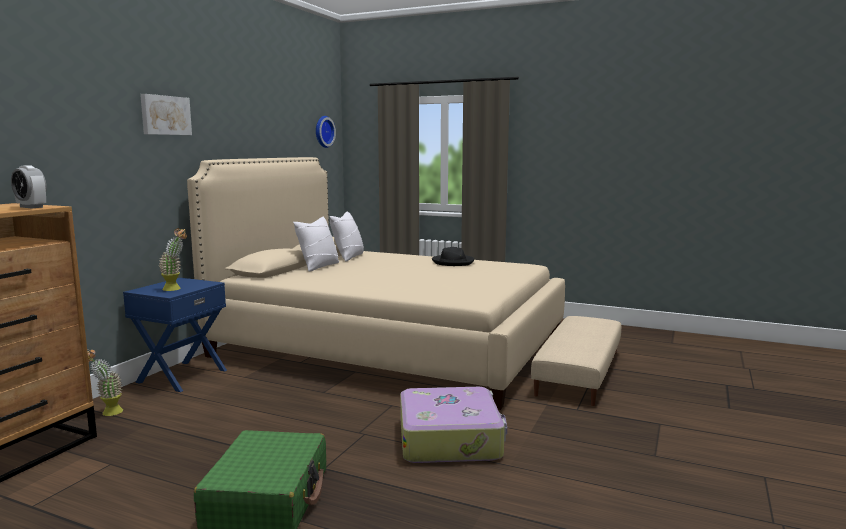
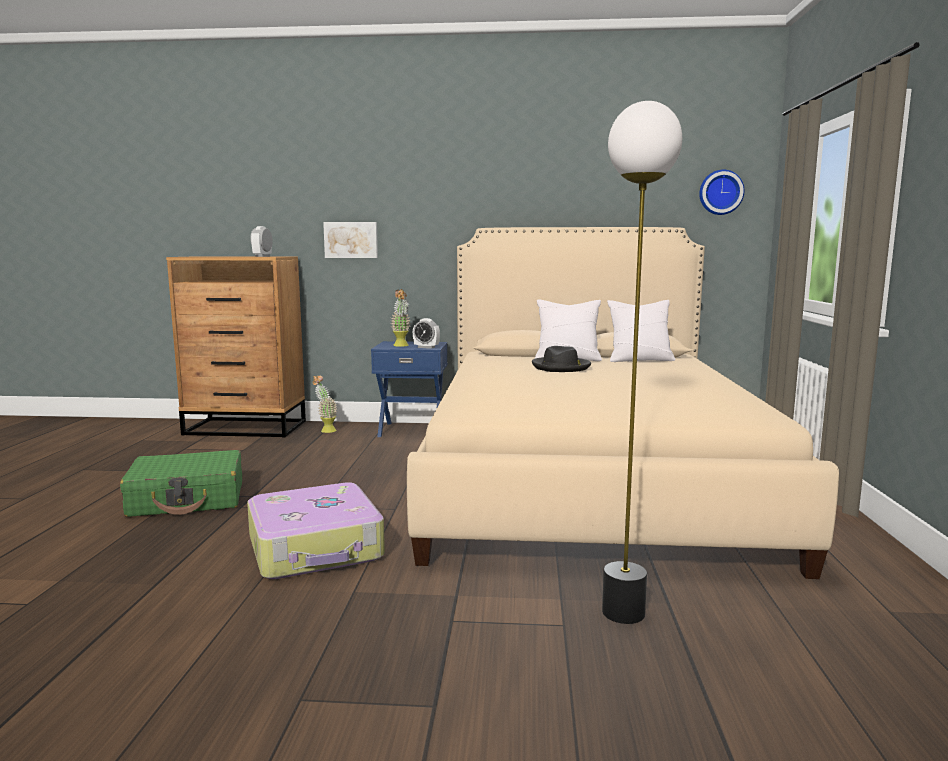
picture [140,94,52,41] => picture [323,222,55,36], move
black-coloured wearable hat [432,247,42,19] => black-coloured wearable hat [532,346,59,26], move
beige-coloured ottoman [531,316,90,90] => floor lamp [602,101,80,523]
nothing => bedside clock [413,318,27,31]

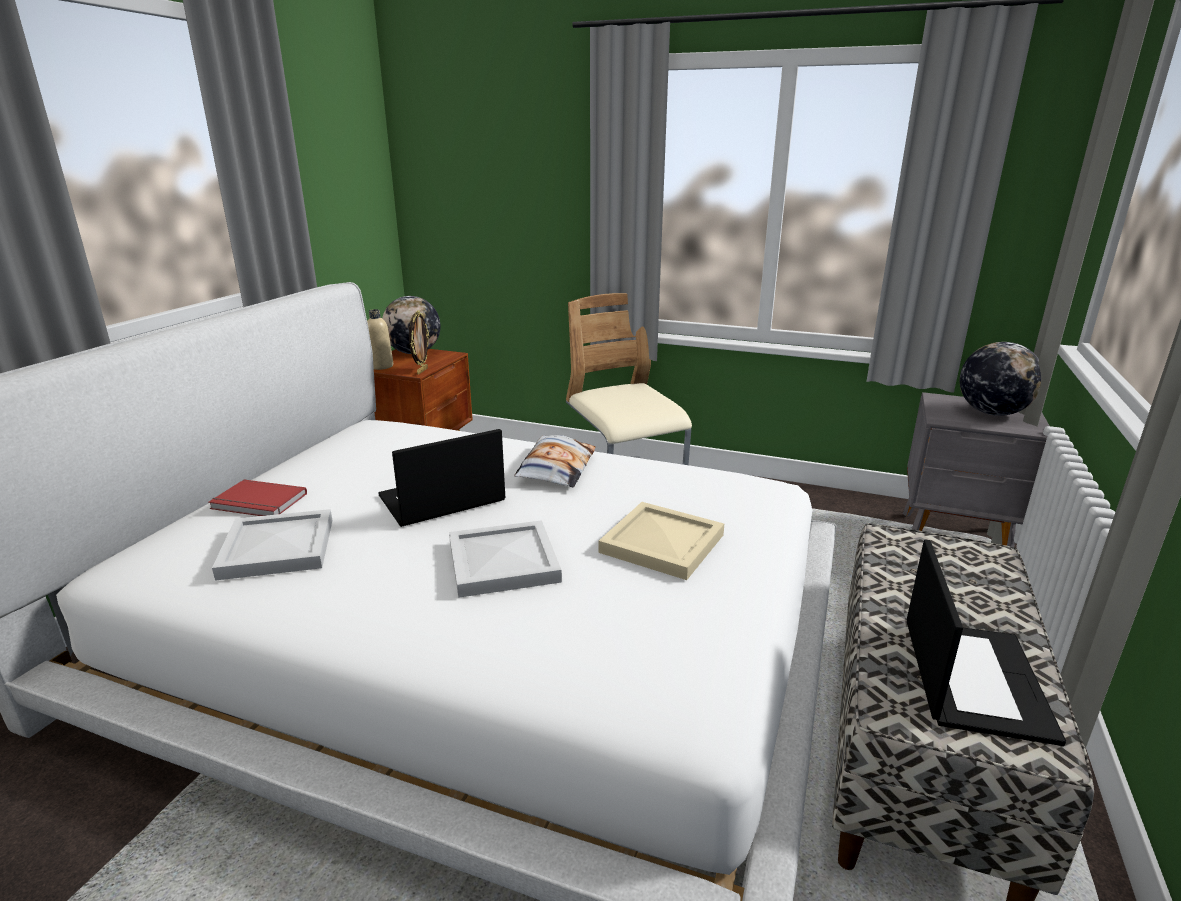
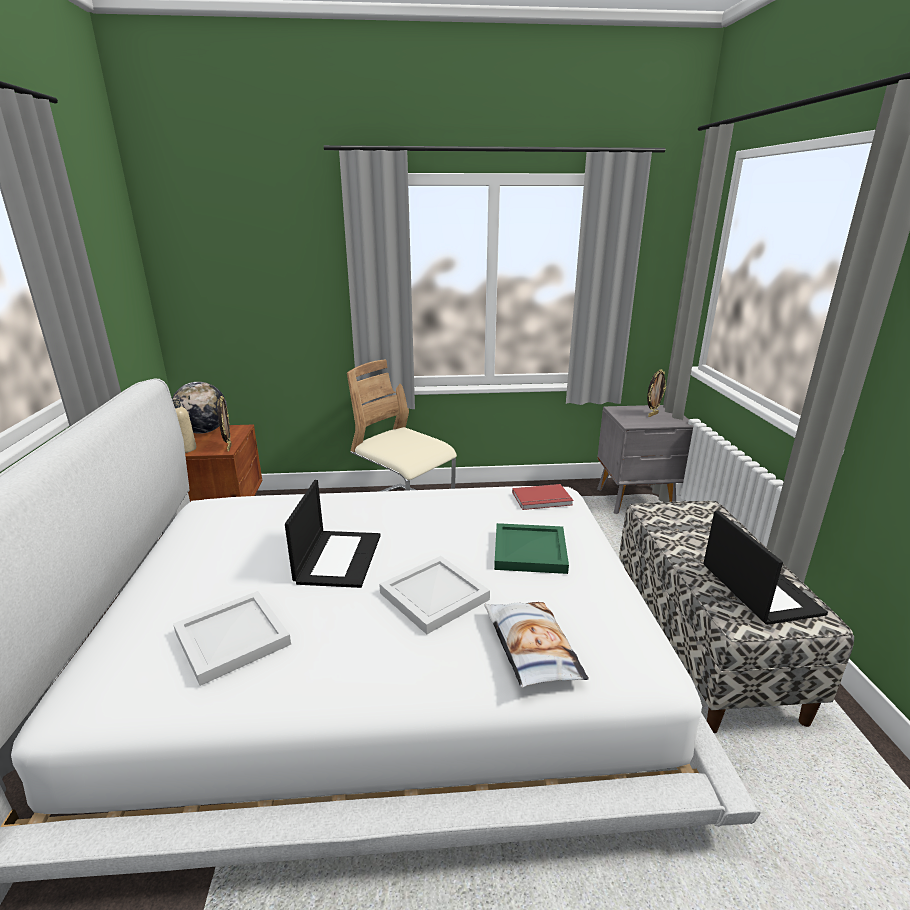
world globe [960,342,81,74] => picture frame [647,369,19,48]
laptop [378,429,127,98] => laptop [285,480,96,108], 150 degrees clockwise
pillow [514,435,82,52] => pillow [485,602,104,86], move
reddish volume [208,480,99,36] => reddish volume [512,484,62,26], move
beige-coloured tray [599,502,125,78] => green-coloured tray [494,523,75,51]

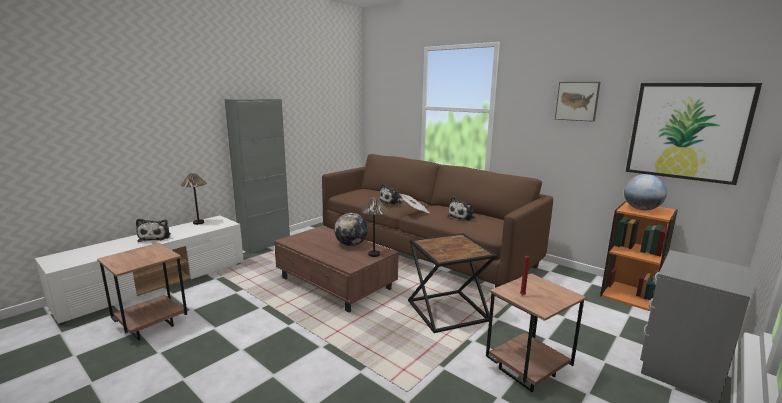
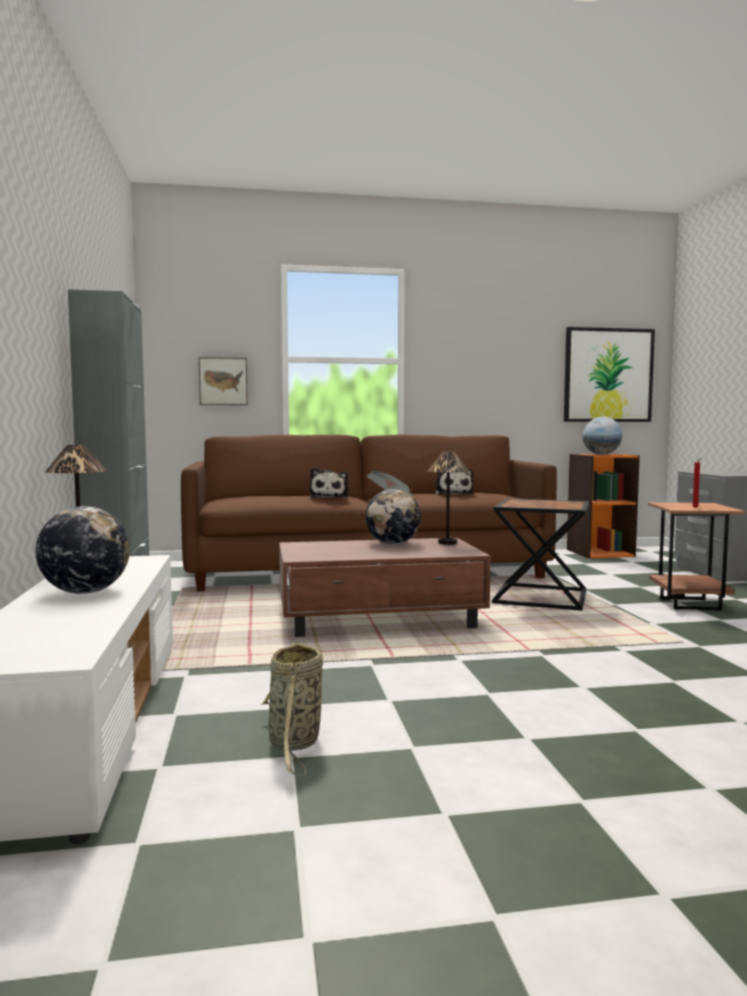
picture [555,82,46,40] => picture [199,357,49,48], move
plush toy [136,219,35,23] => world globe [36,506,94,88]
brown-coloured accent table [97,243,90,98] => storage basket [260,641,63,135]

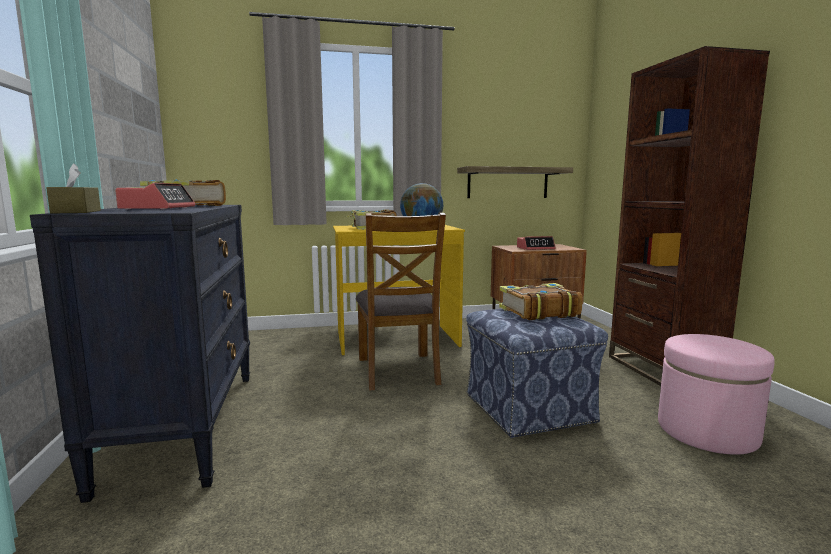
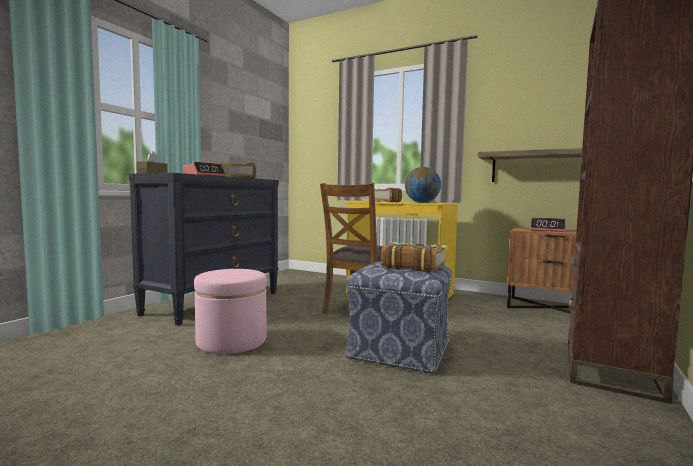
pink-coloured ottoman [658,334,117,121] => pink-coloured ottoman [194,269,73,85], move

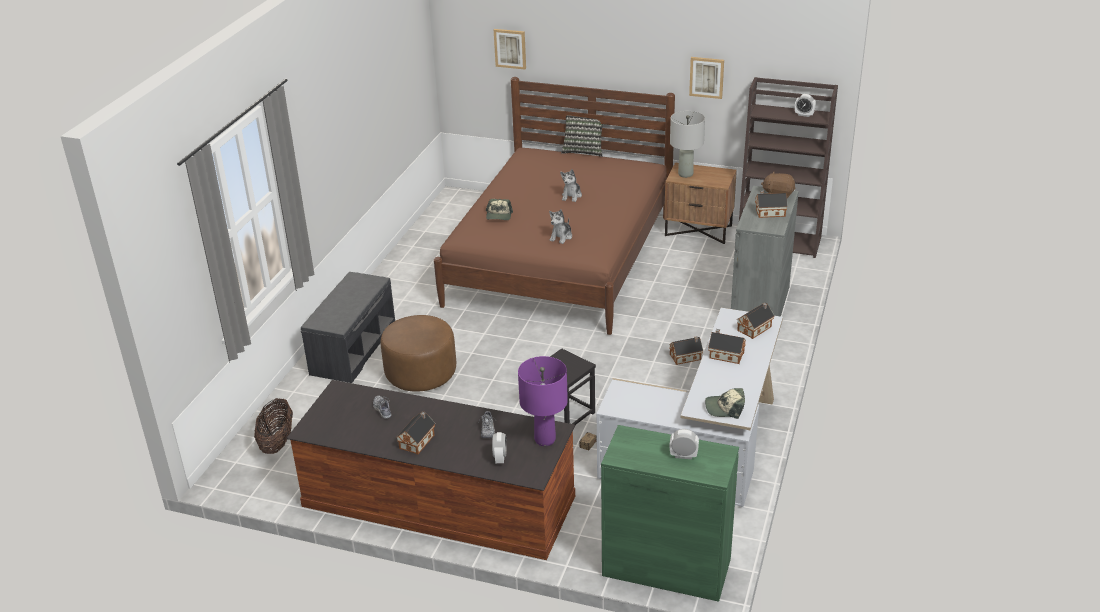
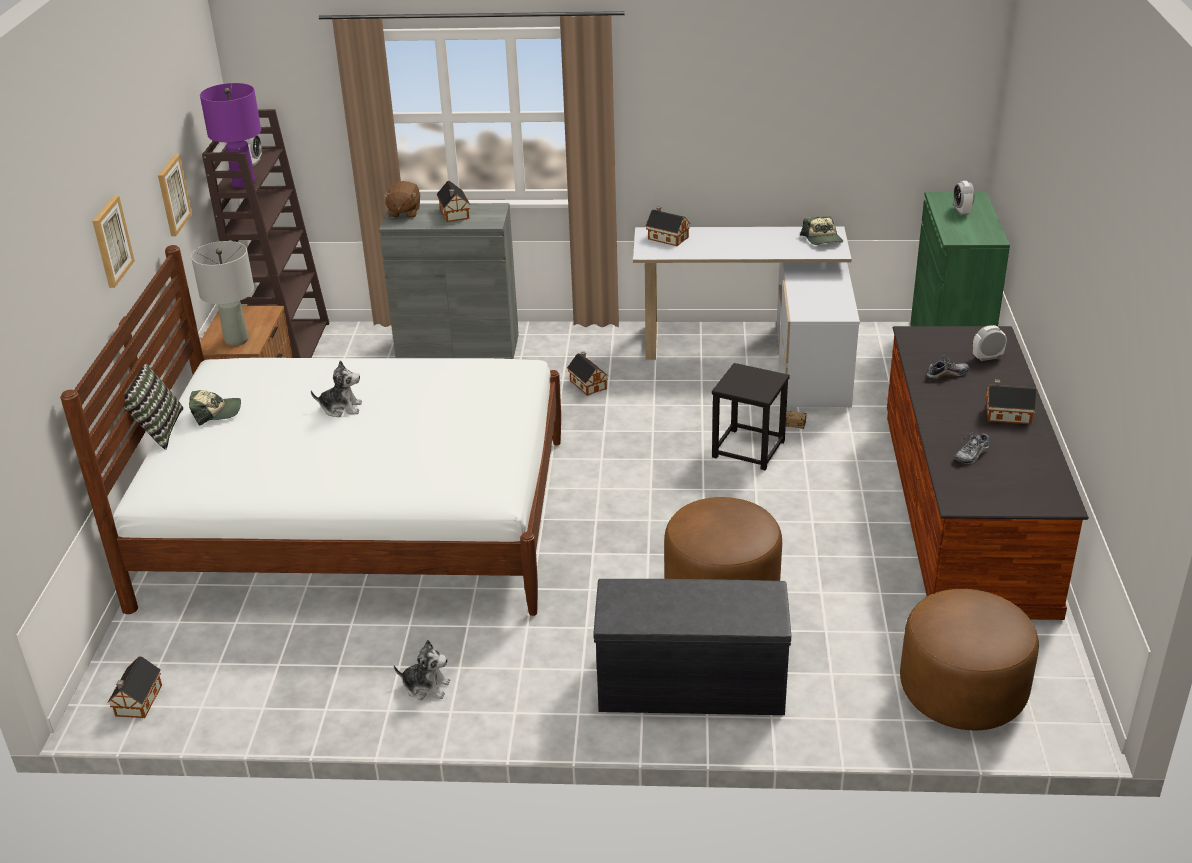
picture [494,29,32,40] => picture [93,196,42,92], move
brown-coloured bedroom bed [434,77,241,258] => whitish bedroom bed [60,245,501,371]
cap [486,199,27,21] => cap [189,390,52,36], move
plush toy [549,209,23,35] => plush toy [394,640,56,60], move
model house [708,329,38,35] => model house [107,657,55,61], move
purple table lamp [518,356,50,90] => purple table lamp [200,83,61,105], move
storage basket [254,398,39,56] => brown-coloured ottoman [900,589,139,141]

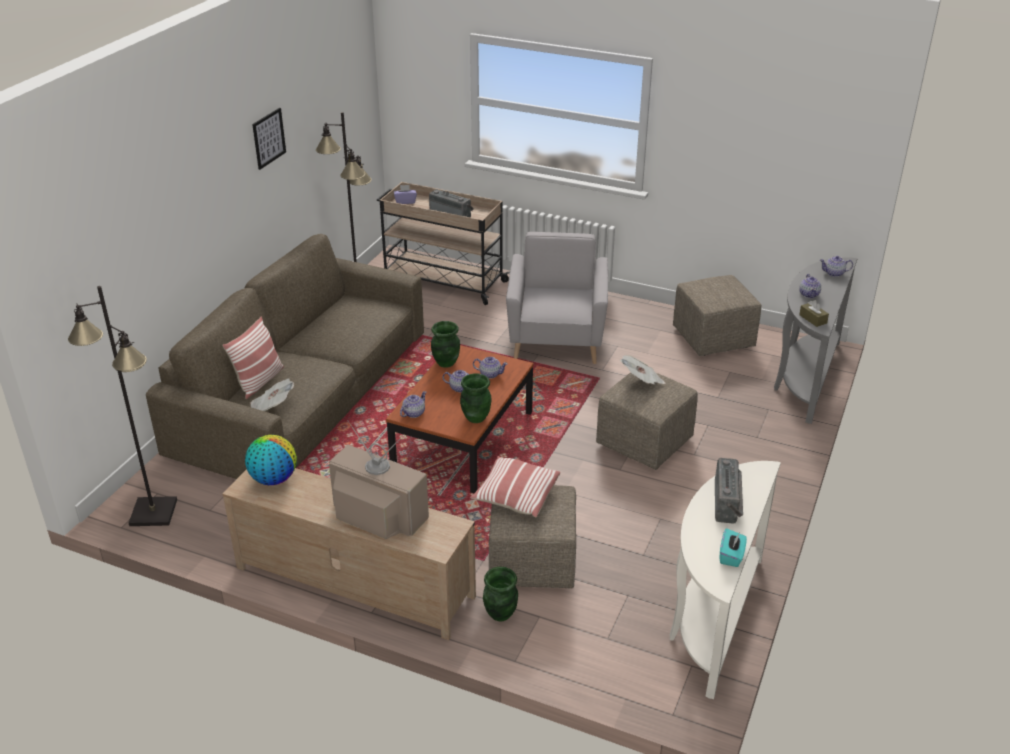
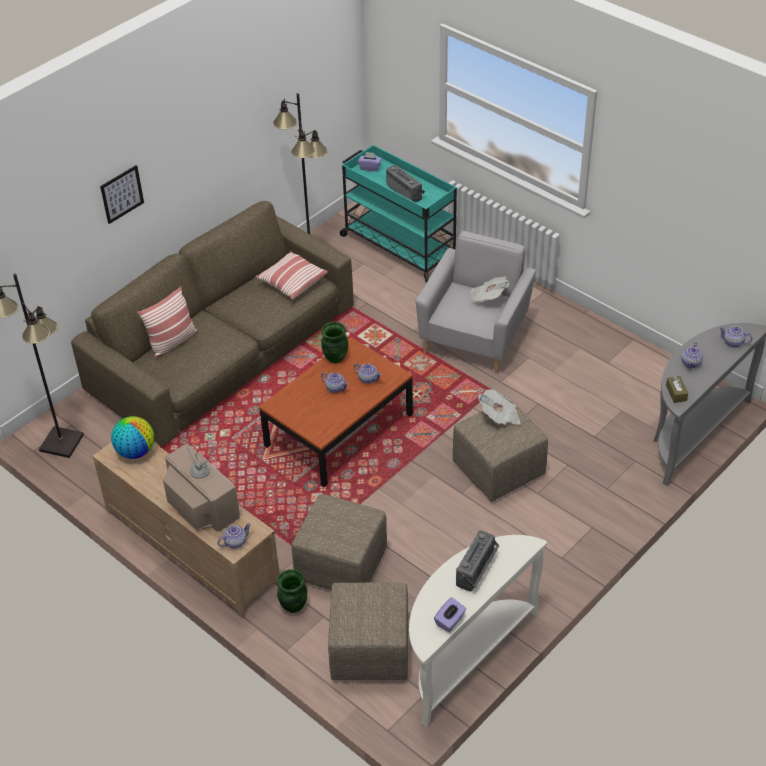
picture [252,108,34,62] => picture [100,165,44,59], move
beige-coloured cart [377,182,133,123] => turquoise cart [340,145,117,138]
beige-coloured ottoman [673,275,88,81] => beige-coloured ottoman [328,582,80,98], move
green-coloured decorative vase [460,373,32,50] => nothing
printed paper [250,379,44,32] => printed paper [471,277,38,26], move
teapot [400,391,26,27] => teapot [217,523,34,25], move
pillow [470,456,90,62] => pillow [255,251,73,49], move
turquoise box of tissues [720,528,27,39] => purple box of tissues [434,597,32,35]

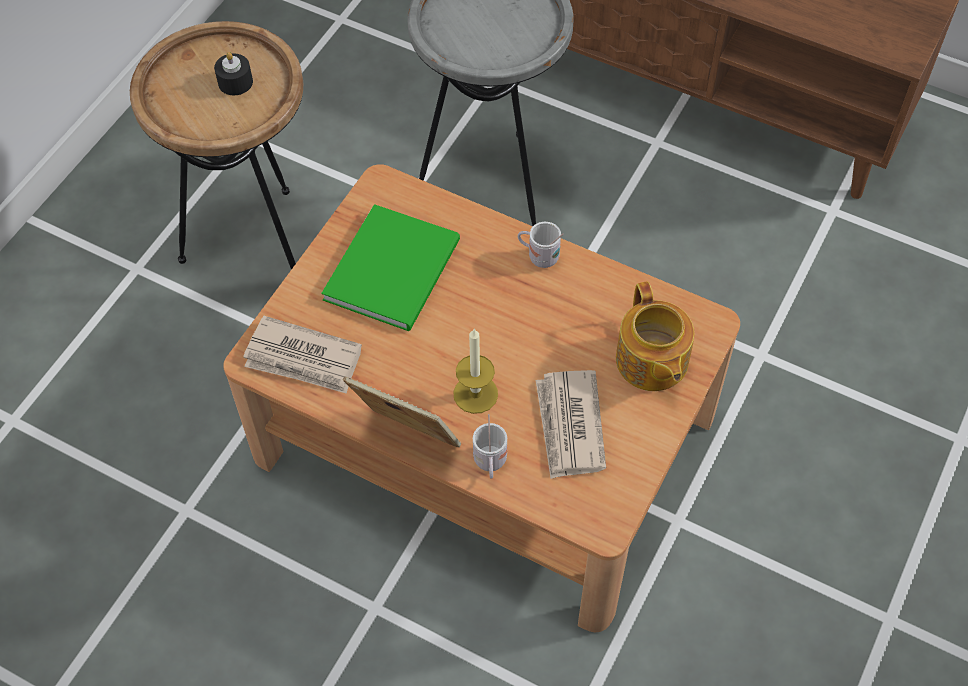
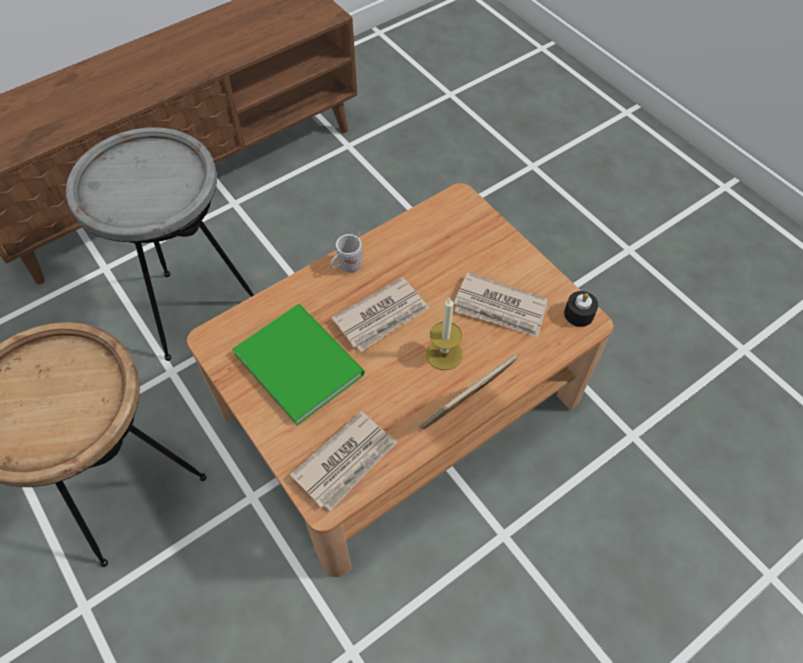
black-coloured wax candle [214,52,39,43] => black-coloured wax candle [564,291,34,36], move
teapot [616,281,78,110] => nothing
whitish coffee mug [473,414,34,65] => nothing
nothing => printed paper [331,277,98,75]

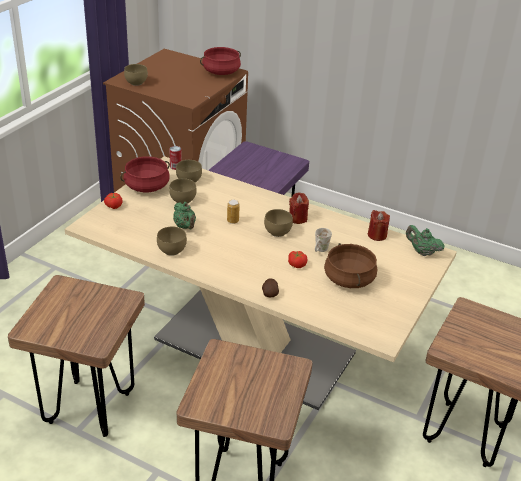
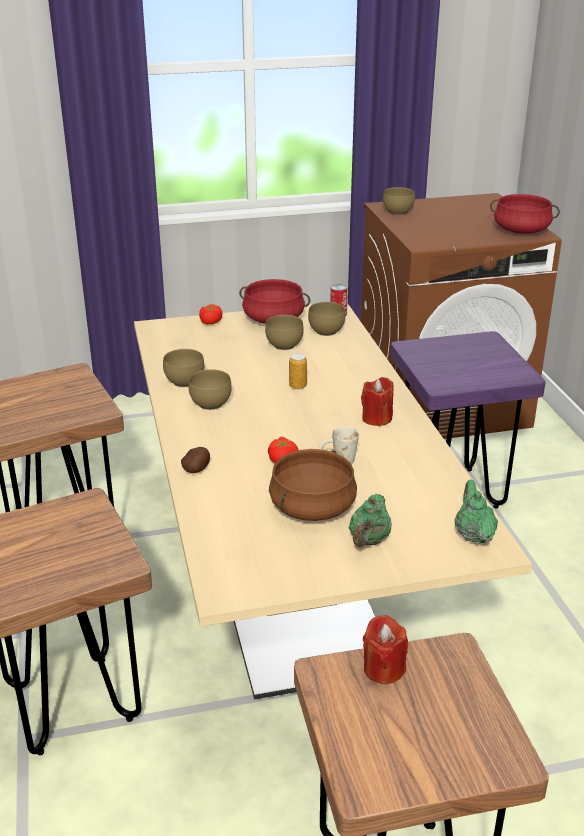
green-coloured teapot [173,202,23,27] => green-coloured teapot [349,494,42,53], move
brown-coloured deep dish [264,209,29,28] => brown-coloured deep dish [188,369,44,41], move
reddish wax candle [368,210,22,31] => reddish wax candle [363,615,45,69], move

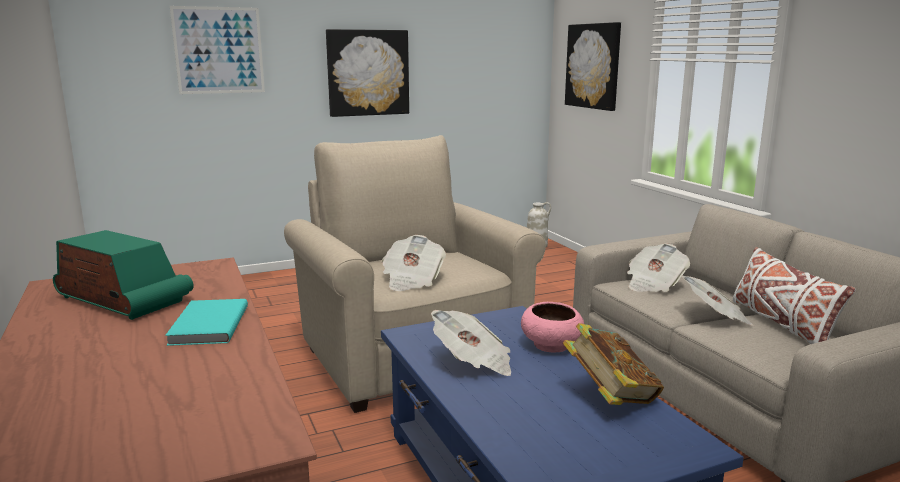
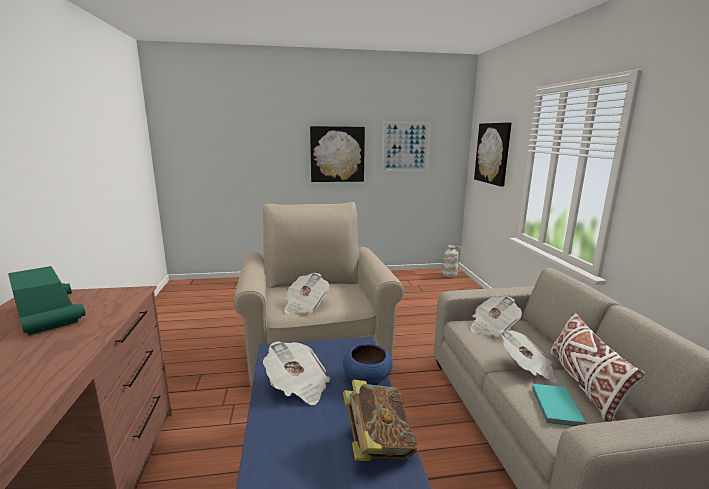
picture [170,6,95,88] => picture [382,121,49,50], move
turquoise volume [165,299,83,47] => turquoise volume [531,384,55,43], move
pink-coloured deep dish [521,302,63,50] => blue-coloured deep dish [343,343,50,42]

